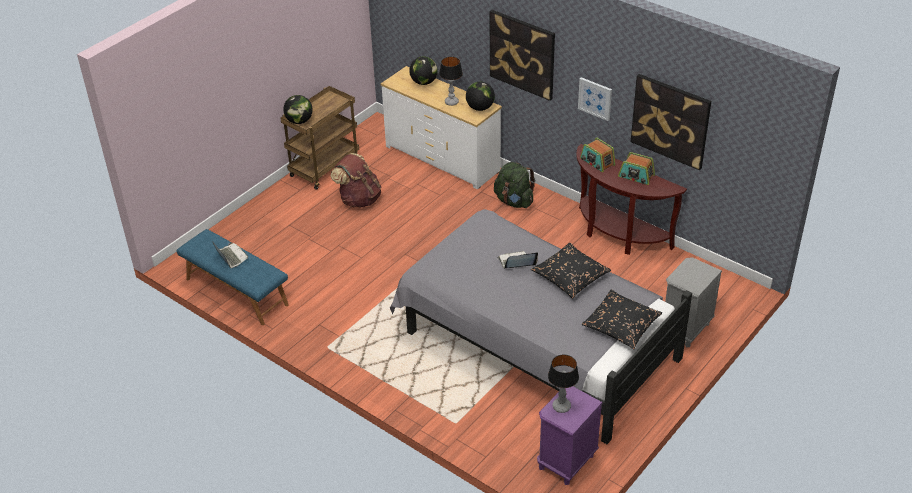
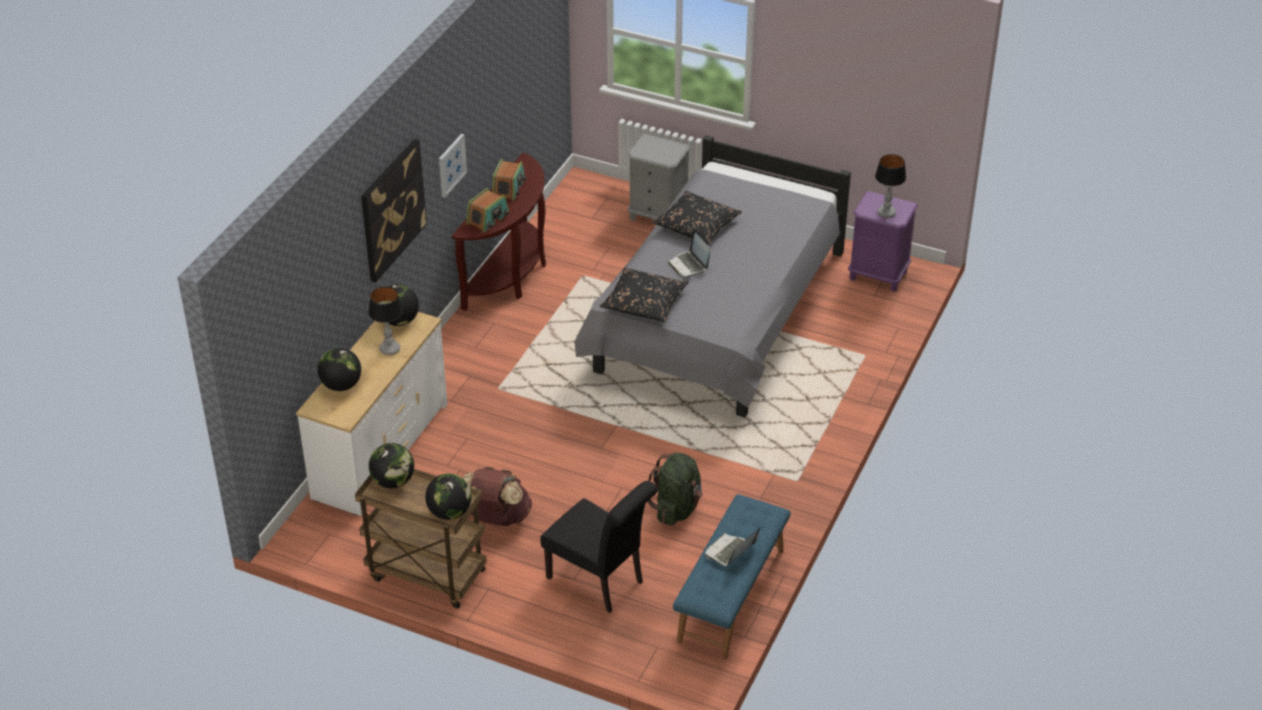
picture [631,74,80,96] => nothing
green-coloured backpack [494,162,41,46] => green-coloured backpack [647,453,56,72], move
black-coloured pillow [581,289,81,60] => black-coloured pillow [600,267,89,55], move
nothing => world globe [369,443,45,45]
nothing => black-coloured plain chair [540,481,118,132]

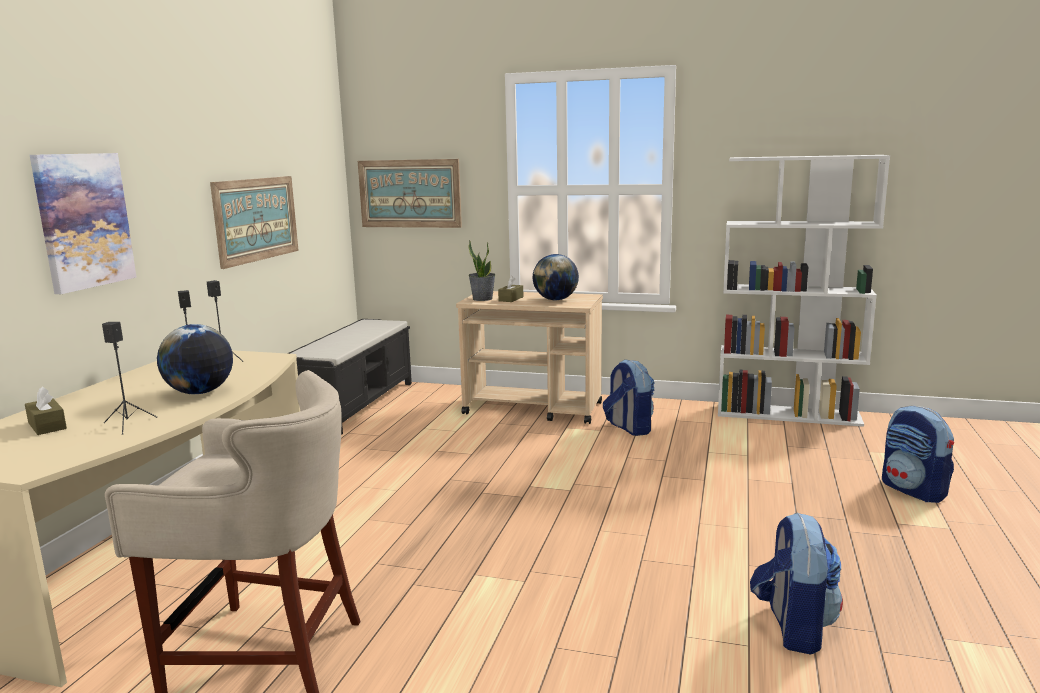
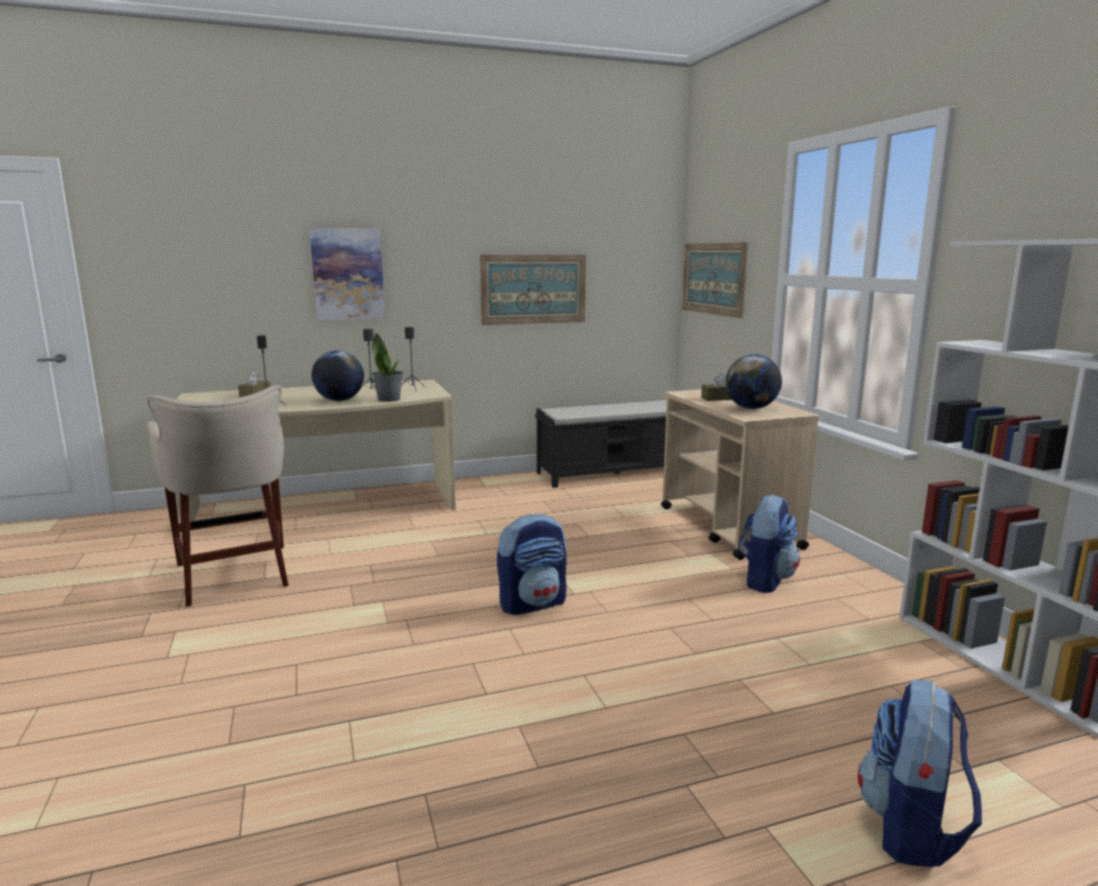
houseplant [468,240,28,61] => houseplant [372,333,31,69], move
backpack [750,512,93,142] => backpack [497,513,70,102], move

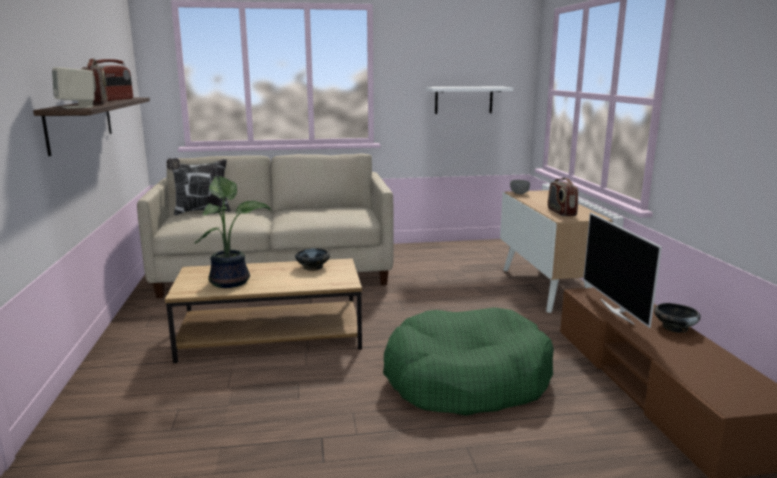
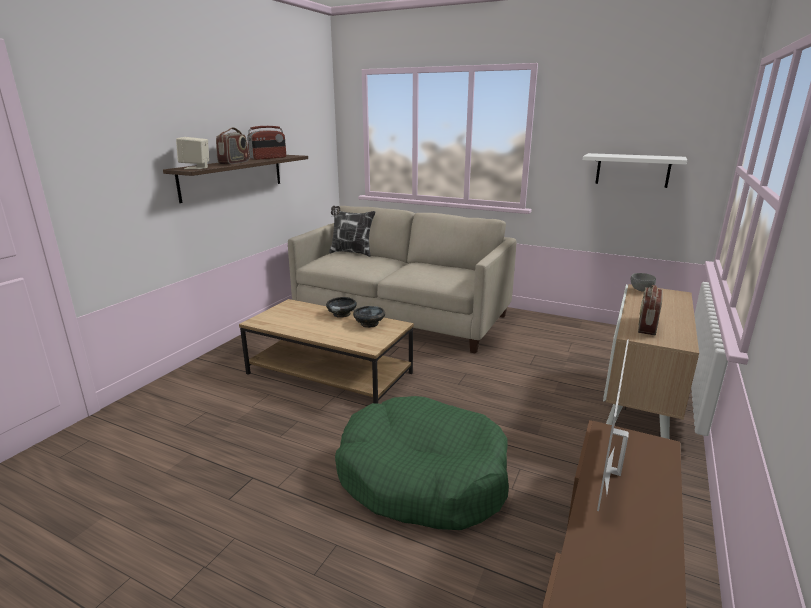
houseplant [194,176,77,112] => nothing
black-coloured deep dish [654,303,47,30] => black-coloured deep dish [326,297,31,21], move

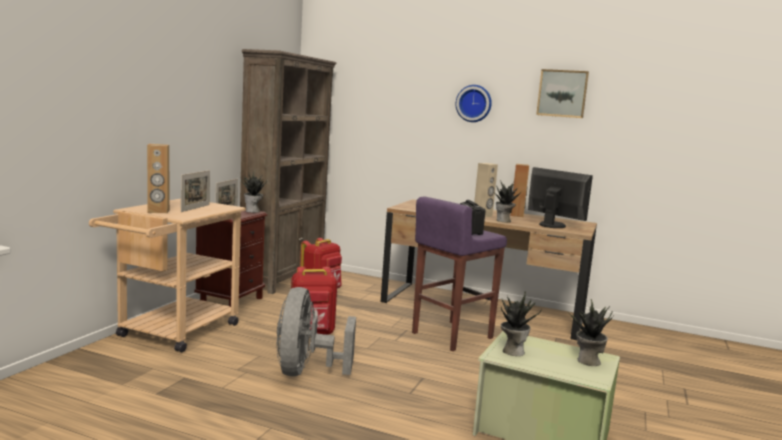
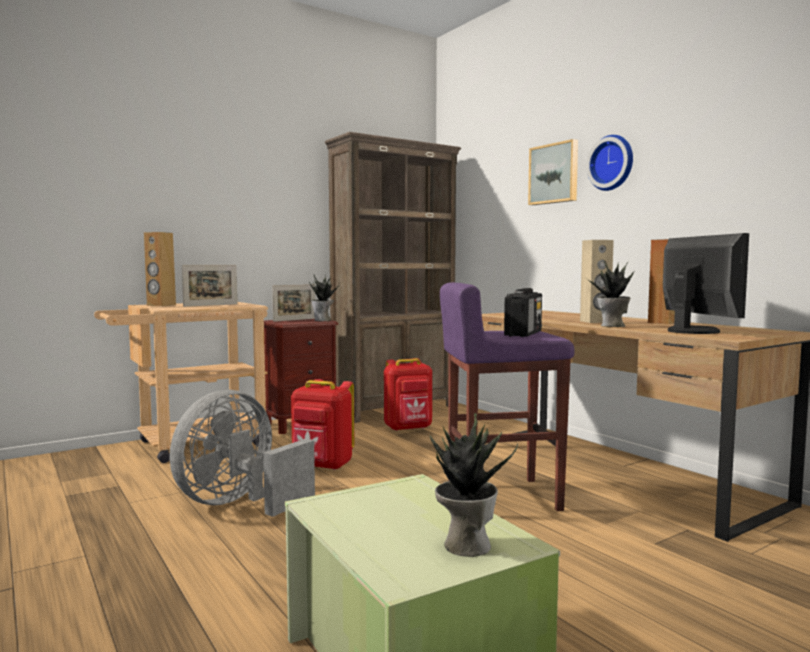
picture [536,69,53,49] => picture [528,139,50,66], move
houseplant [501,291,41,65] => nothing

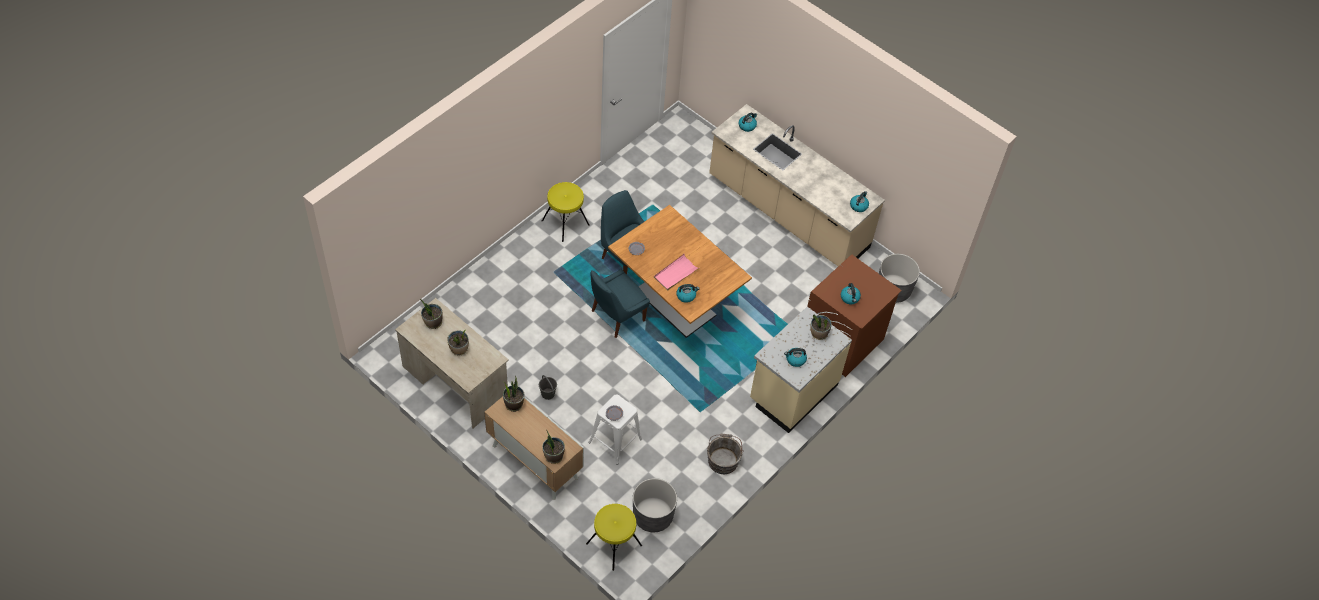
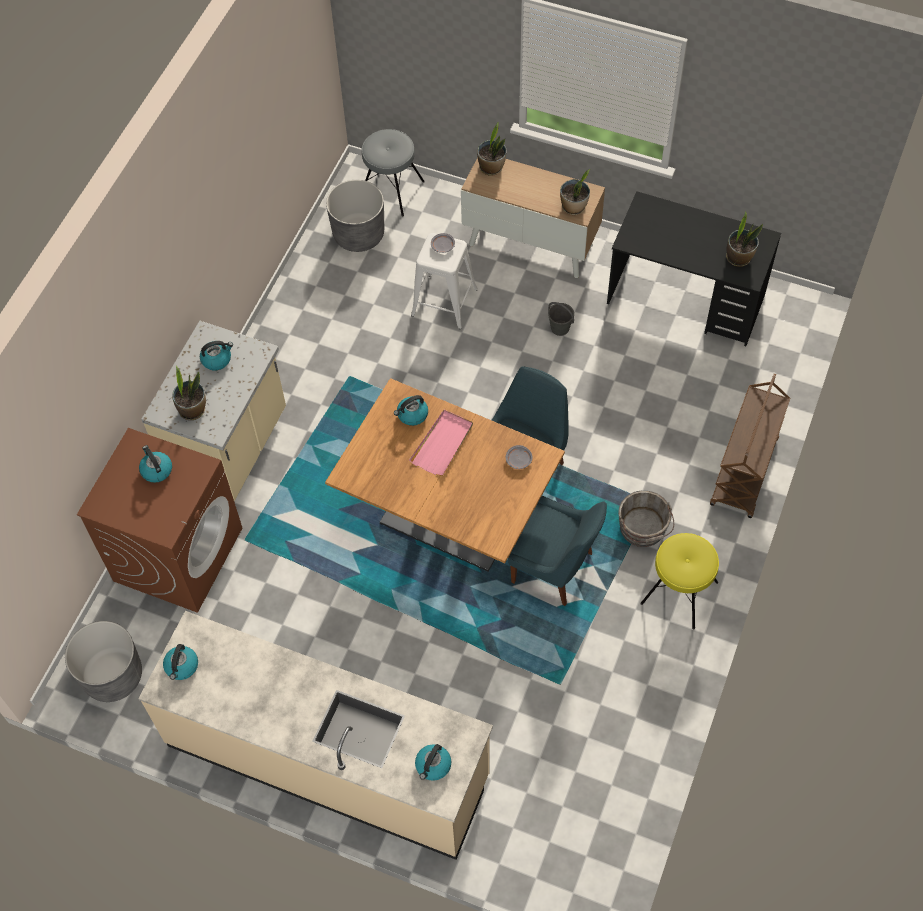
beige-coloured desk unit [395,298,114,130] => black-coloured desk unit [607,191,174,155]
houseplant [447,330,22,25] => nothing
gray water bucket [707,433,37,41] => gray water bucket [618,491,56,56], move
yellow sitting stool [586,504,56,67] => gray sitting stool [362,129,63,88]
nothing => brown-coloured cart [710,374,80,144]

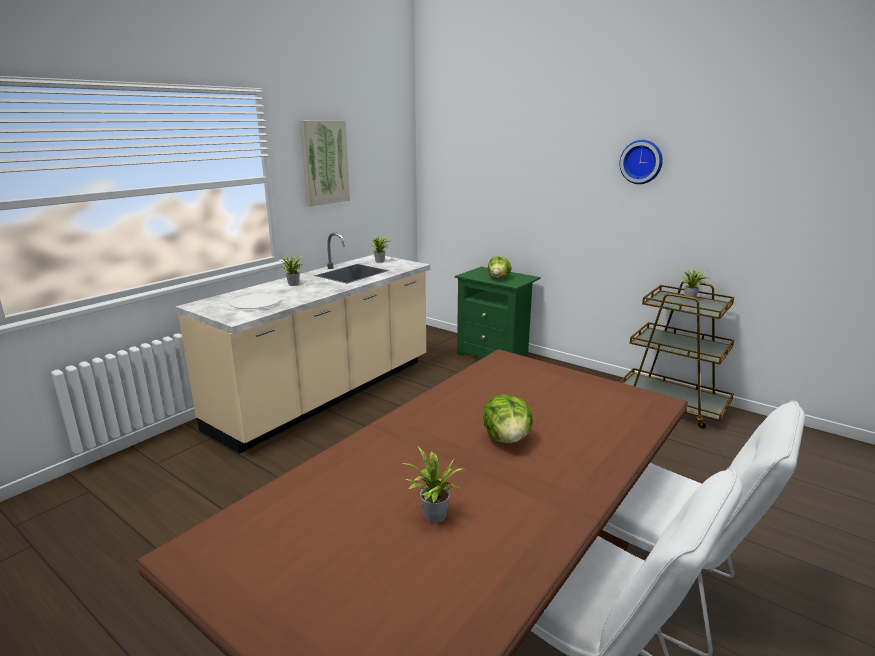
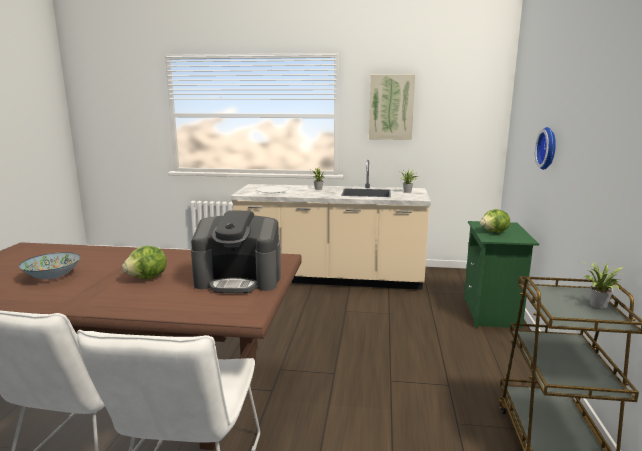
clock on the wall [620,140,43,44] => clock on the wall [535,127,21,43], move
houseplant [402,447,60,76] => deep dish [19,252,61,27]
nothing => coffee machine [191,210,90,83]

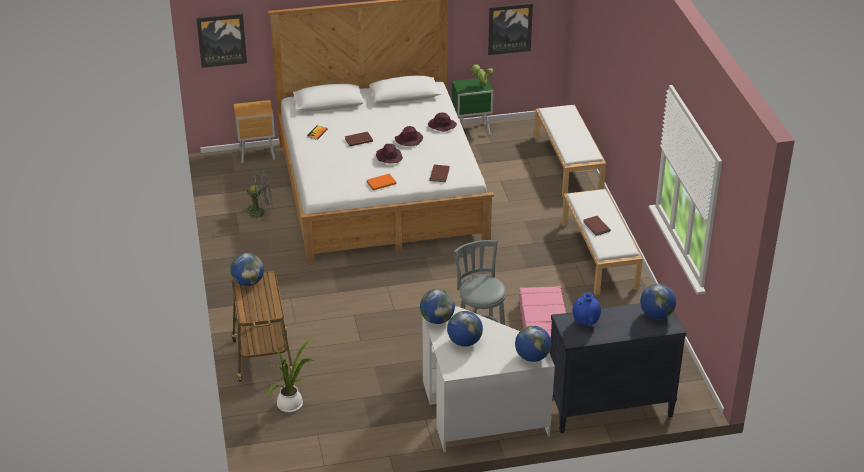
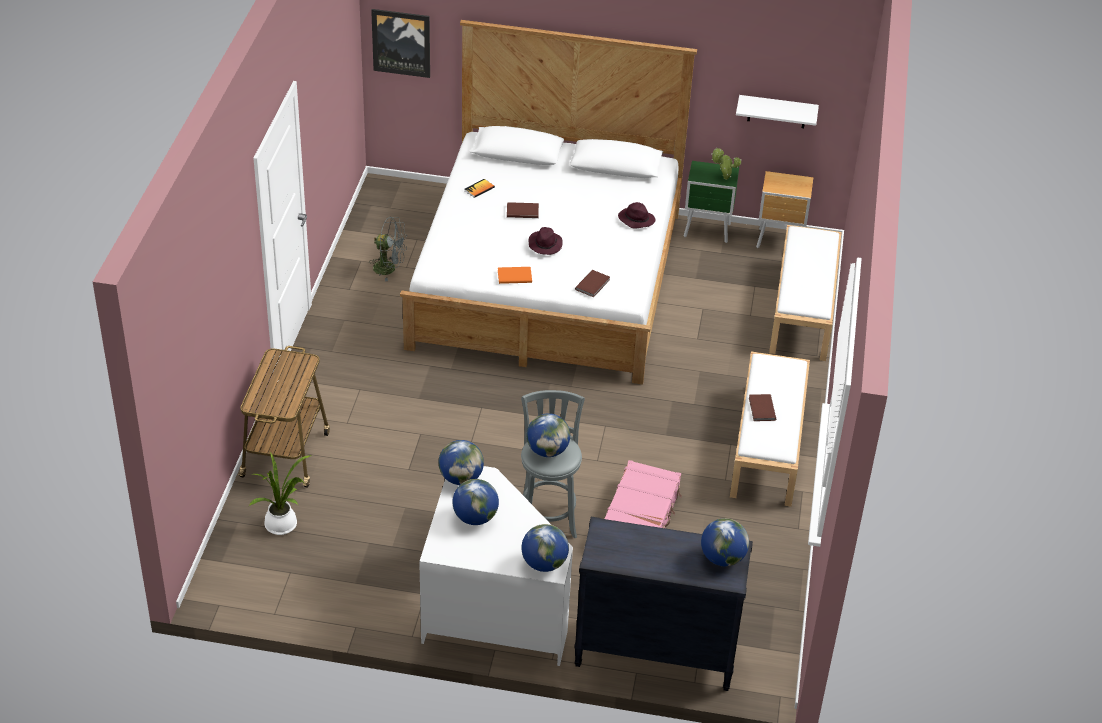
picture [488,3,45,52] => whitish bracket shelf [736,95,83,33]
brown-coloured nightstand [234,100,42,64] => brown-coloured nightstand [756,171,57,77], move
purple wearable hat [395,126,28,20] => nothing
world globe [230,253,34,33] => world globe [527,413,43,44], move
blue-coloured decorative vase [573,292,28,33] => nothing

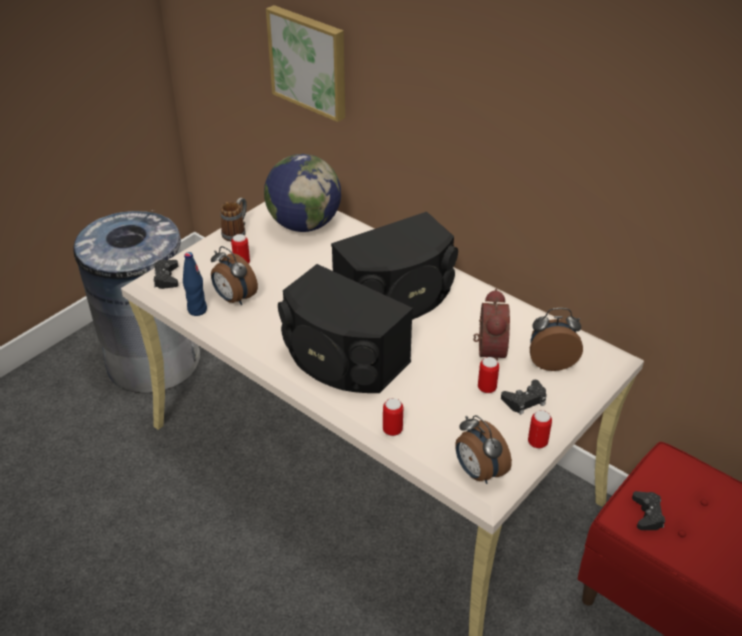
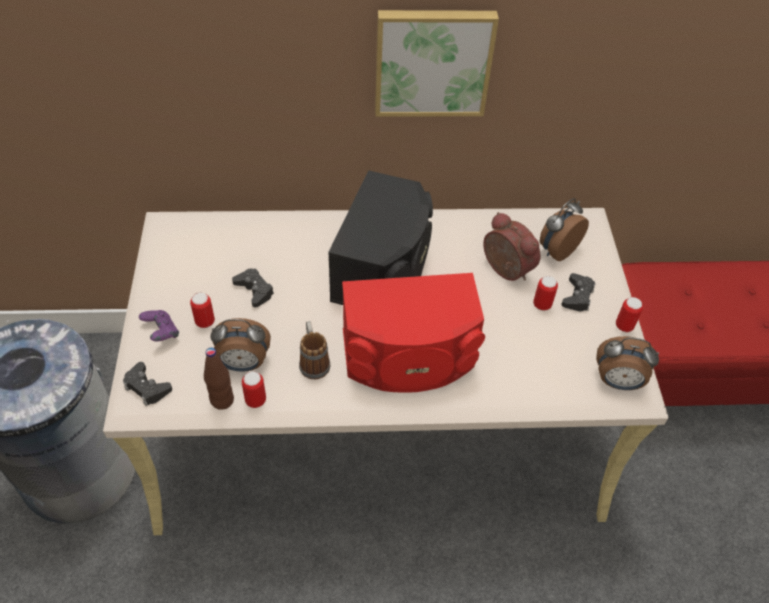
picture [266,5,79,117] => picture [375,10,124,107], move
world globe [264,154,77,78] => nothing
coffee mug [220,198,27,44] => coffee mug [299,321,31,58], move
blue-coloured bottle [183,252,24,64] => brown-coloured bottle [204,348,30,62]
black-coloured loudspeaker [278,264,135,129] => reddish loudspeaker [342,273,143,120]
metal can [383,398,20,38] => metal can [242,372,24,36], move
black-coloured gamepad [632,491,33,39] => black-coloured gamepad [232,268,42,39], move
nothing => purple gamepad [139,310,40,32]

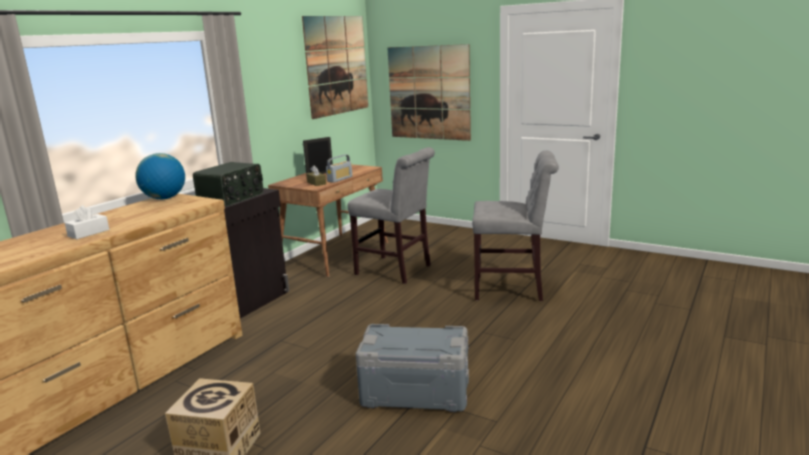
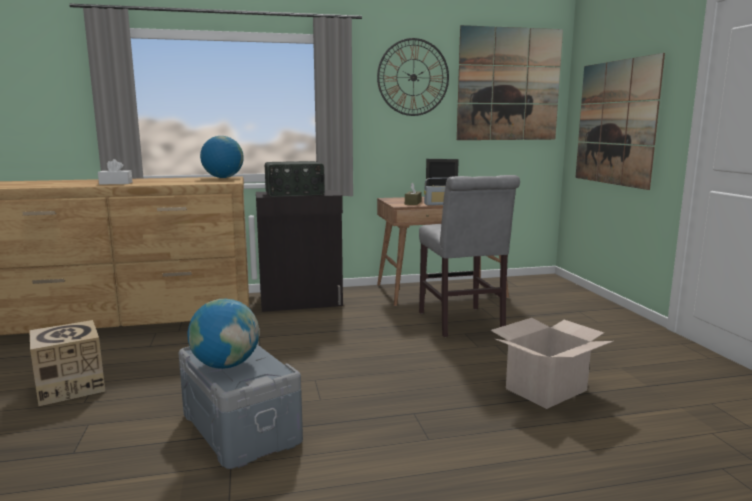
gray plain chair [472,150,87,151] => carton [490,318,124,91]
nothing => clock on the wall [377,38,72,78]
nothing => world globe [187,299,72,70]

